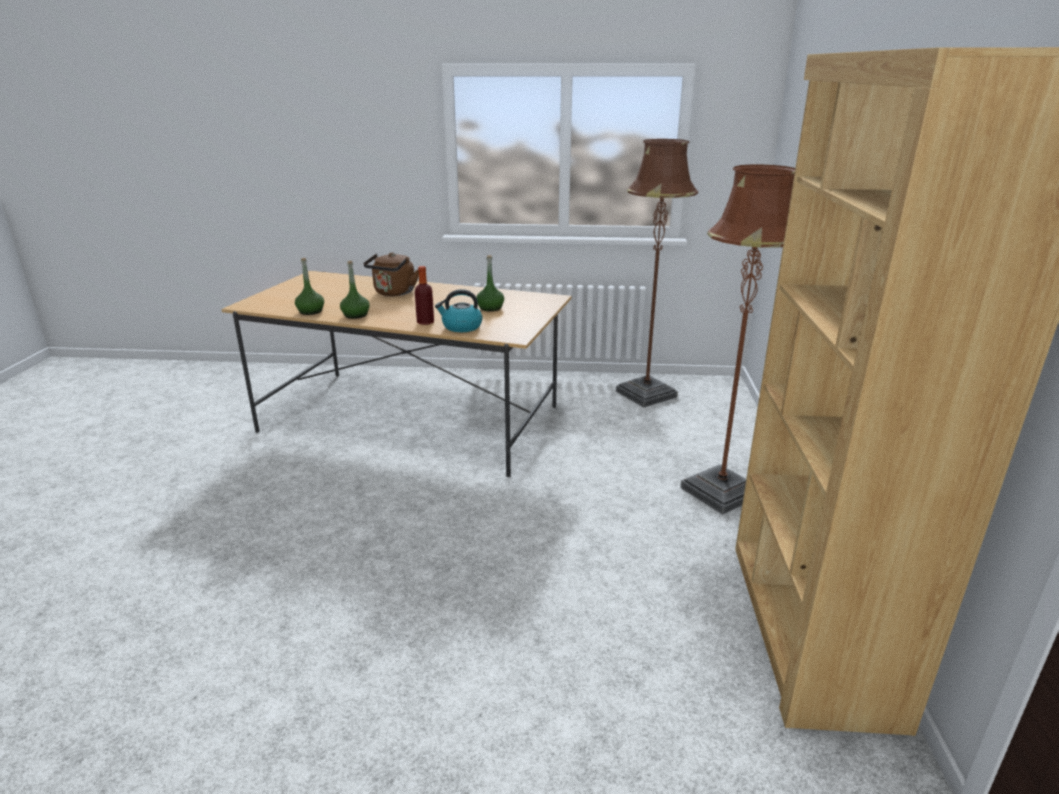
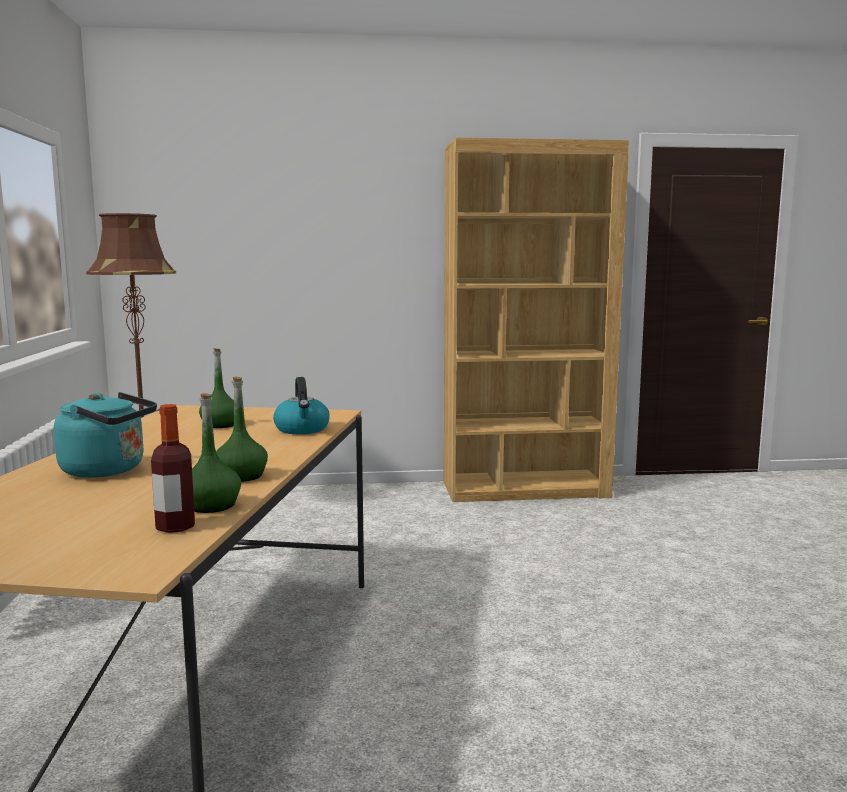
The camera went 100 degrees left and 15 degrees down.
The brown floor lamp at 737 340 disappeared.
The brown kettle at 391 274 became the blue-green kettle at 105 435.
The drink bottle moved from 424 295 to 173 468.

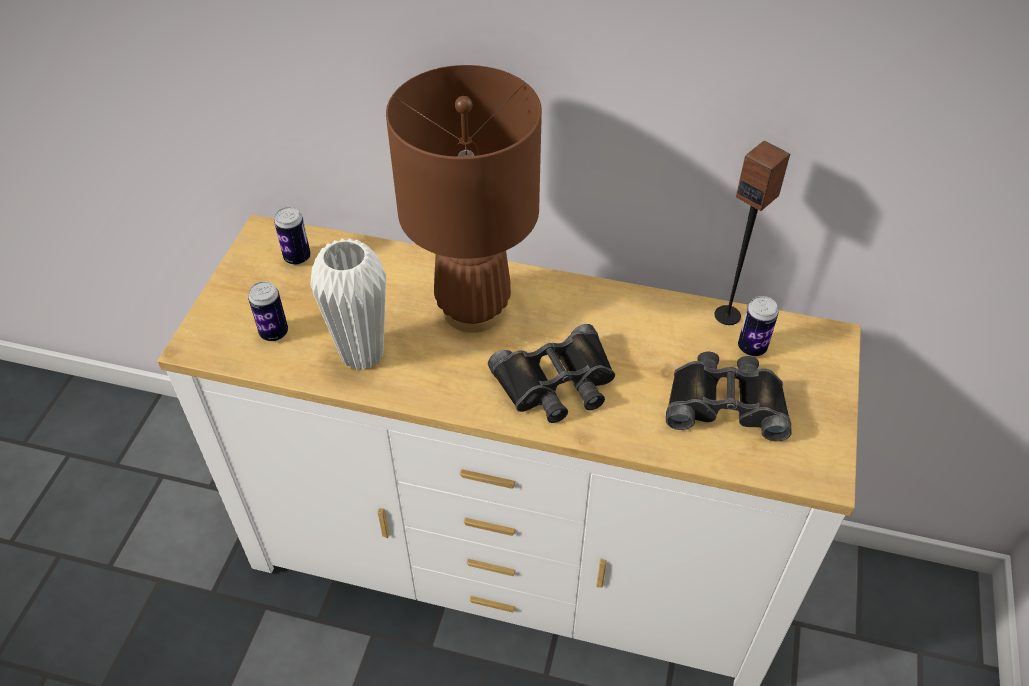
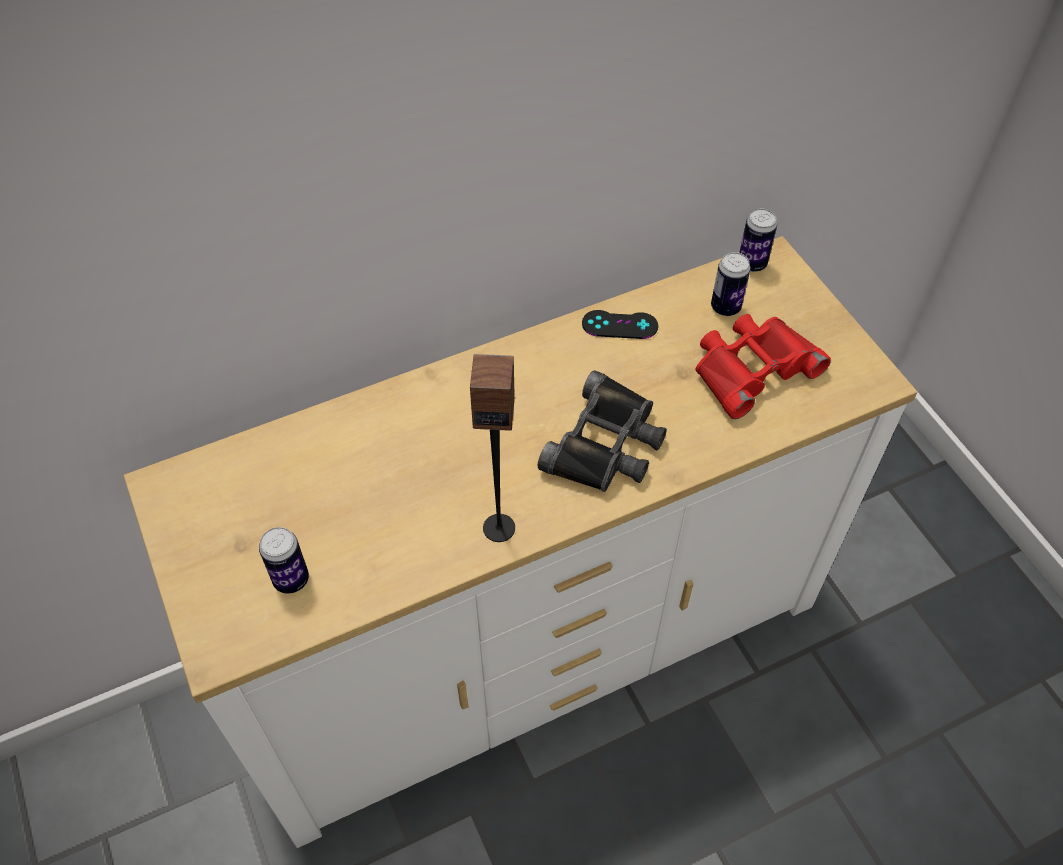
The camera went 40 degrees left and 5 degrees up.
The brown table lamp at 464 199 disappeared.
The speaker moved from 752 233 to 492 448.
The can moved from 292 236 to 758 240.
The white-coloured flower vase at 348 304 disappeared.
The black field glasses at 729 396 became the red-coloured field glasses at 763 366.
The black gamepad at 620 324 appeared.

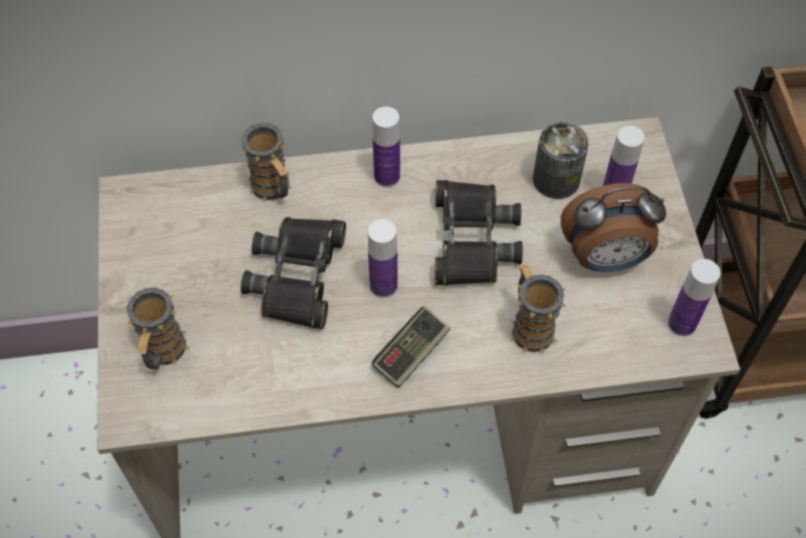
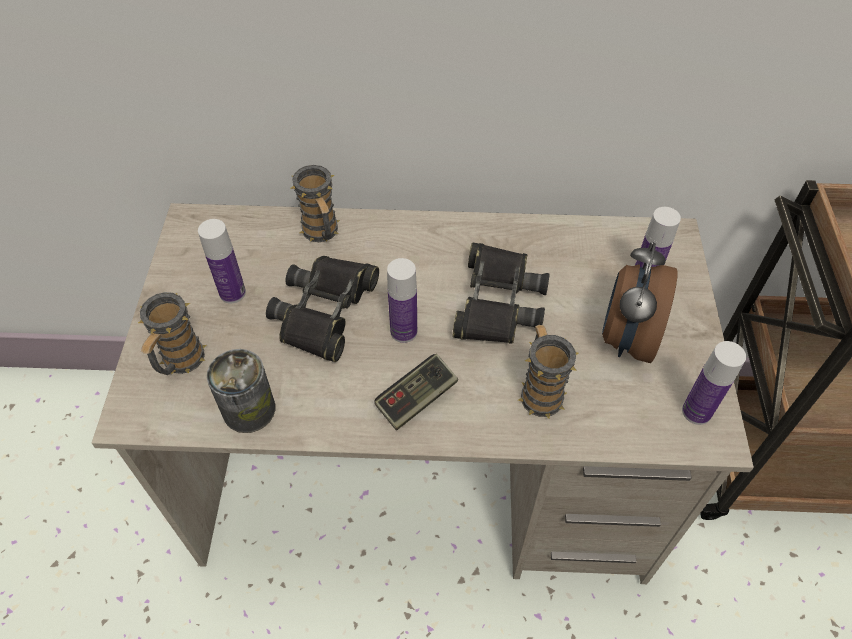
The camera went 10 degrees right and 5 degrees down.
The drink bottle moved from 386 147 to 222 261.
The can moved from 561 160 to 241 391.
The alarm clock at 613 227 turned 105 degrees clockwise.

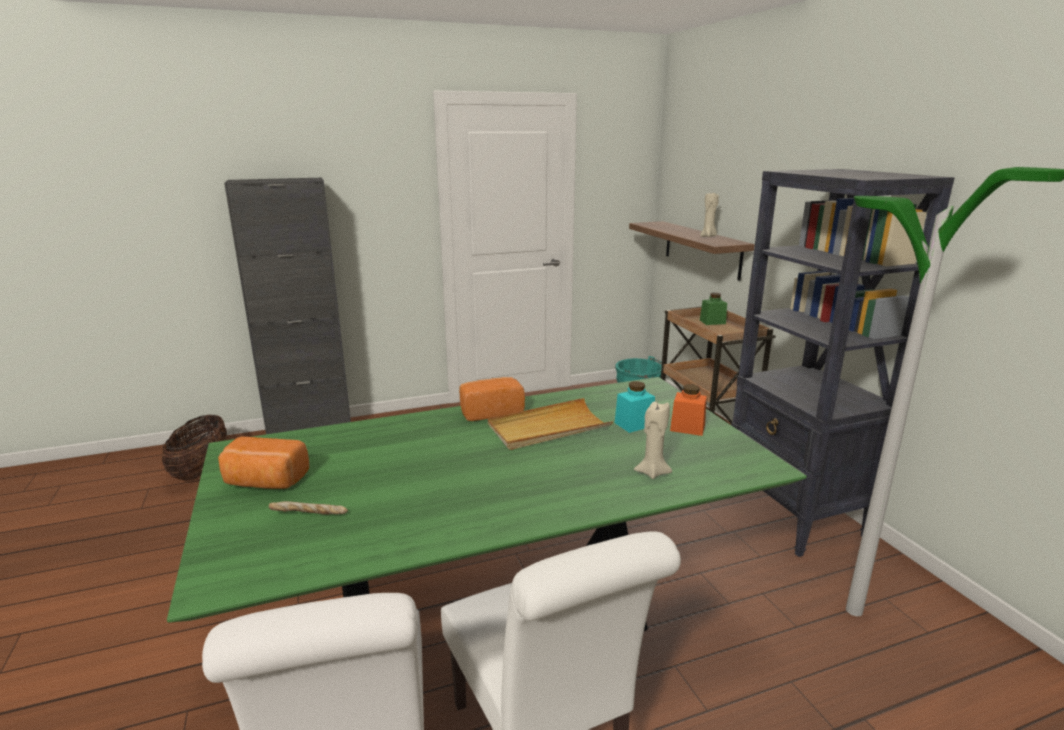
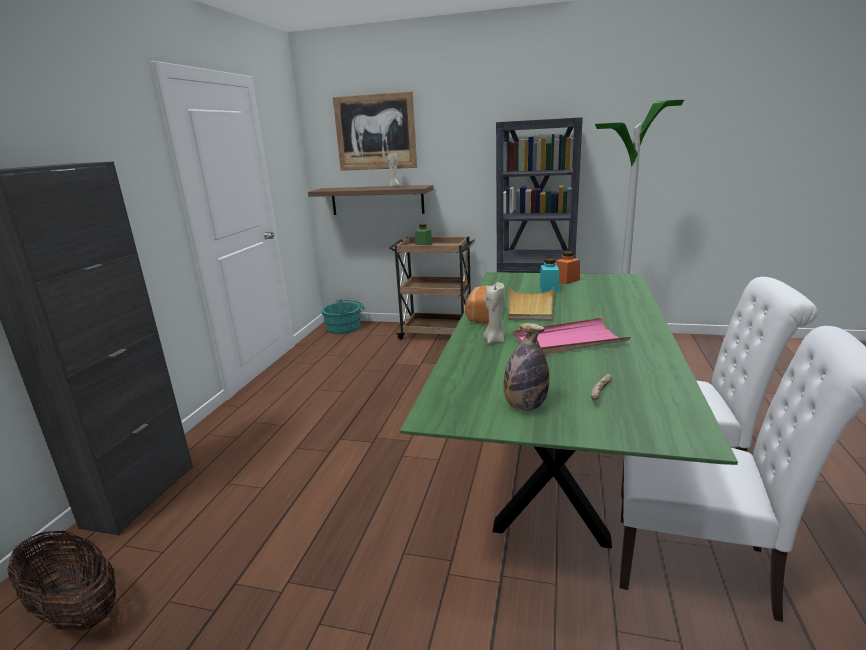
The camera went 55 degrees left and 0 degrees up.
The beige wax candle moved from 653 440 to 494 313.
The bread at 263 462 was replaced by the drink bottle at 526 367.
The wall art at 375 131 appeared.
The pink serving tray at 571 336 appeared.

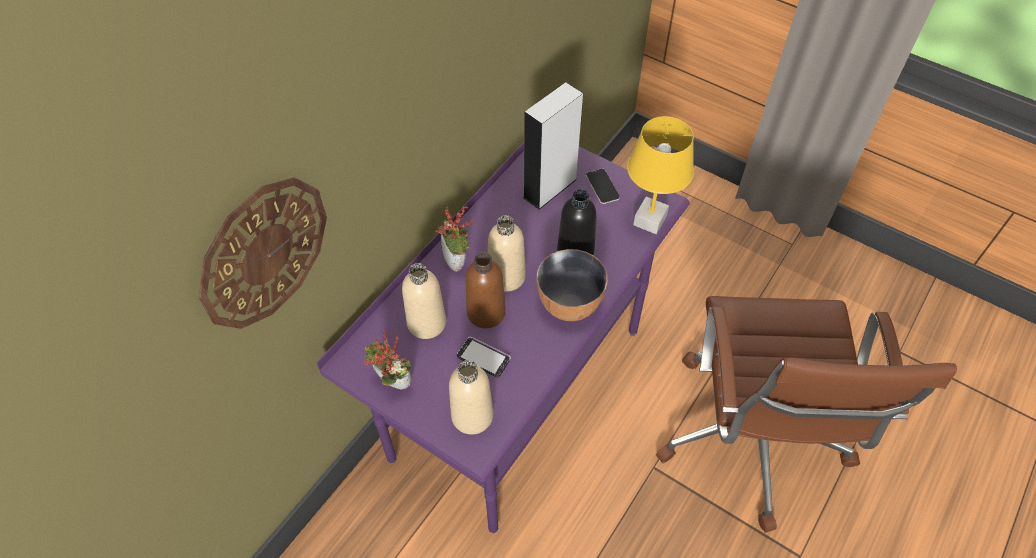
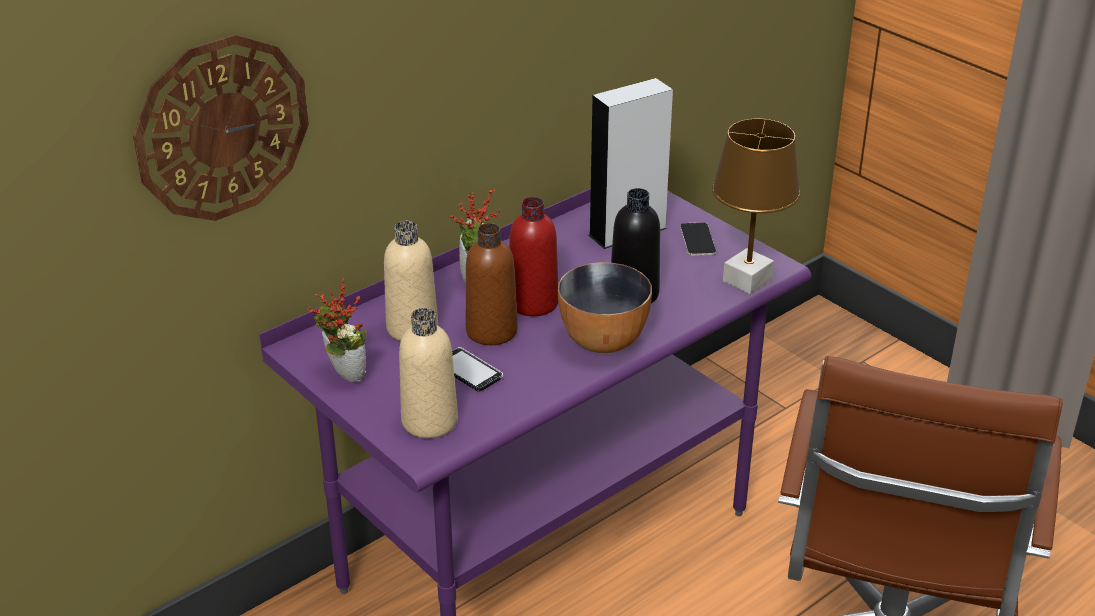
The camera went 15 degrees right and 20 degrees down.
The yellow-coloured table lamp at 660 175 became the brown table lamp at 756 206.
The beige drink bottle at 507 253 became the red-coloured drink bottle at 533 256.

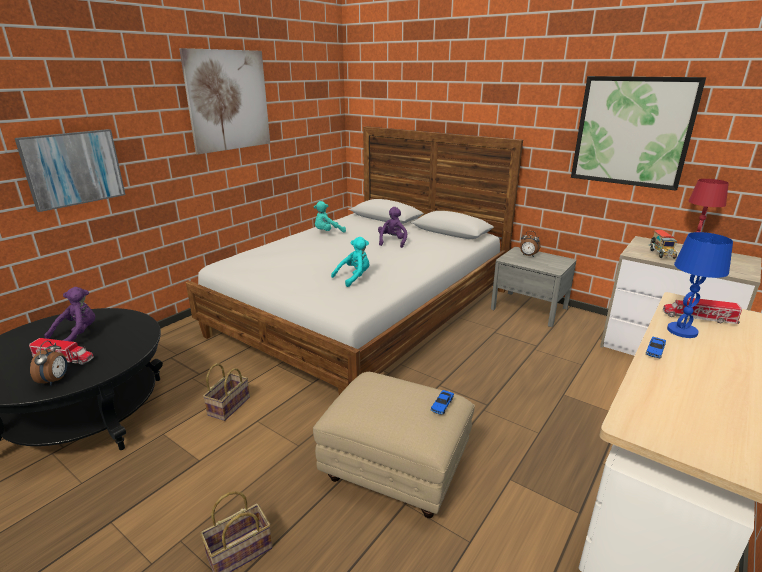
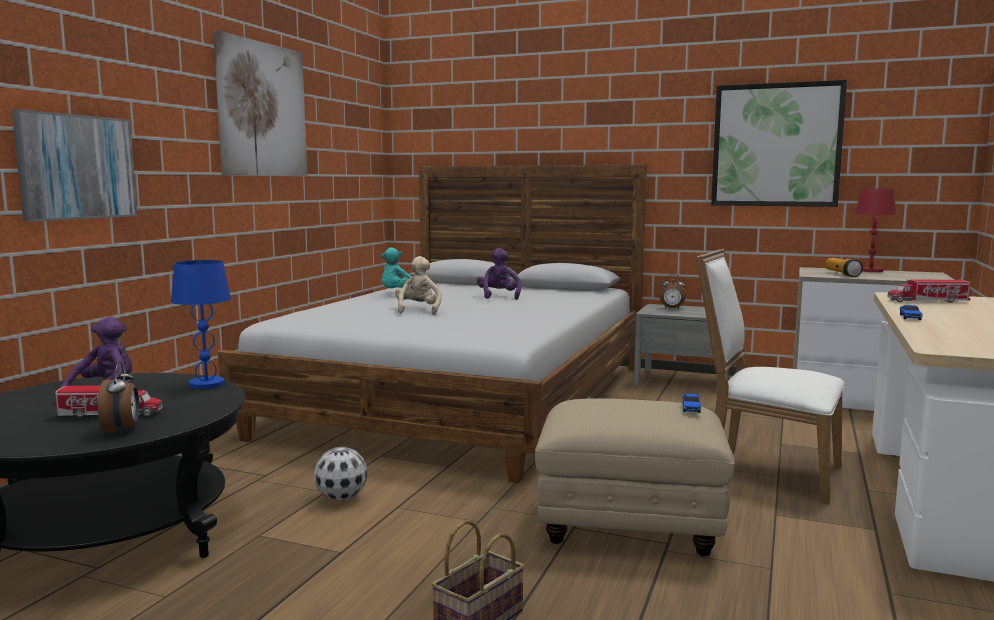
The camera went 15 degrees left and 15 degrees down.
The toy truck at 663 244 was replaced by the flashlight at 844 267.
The bluish table lamp moved from 700 285 to 201 324.
The blue-green plush toy at 350 262 disappeared.
The household basket at 226 392 was replaced by the football ball at 340 474.
The white-coloured plain chair at 770 376 appeared.
The beige plush toy at 418 285 appeared.

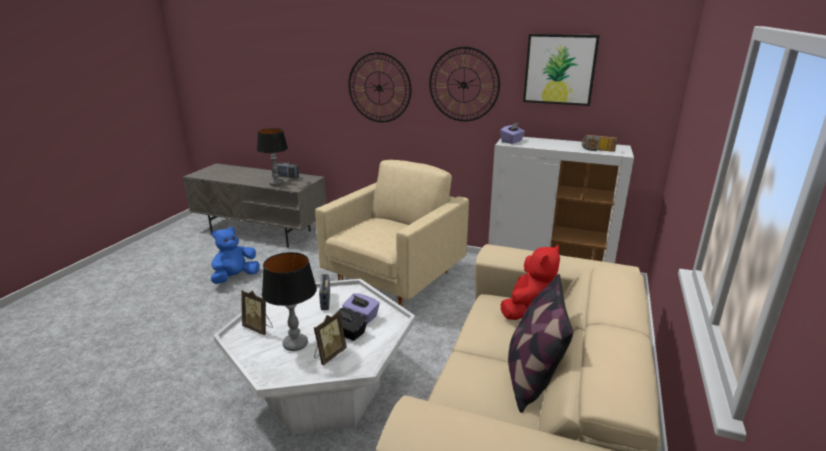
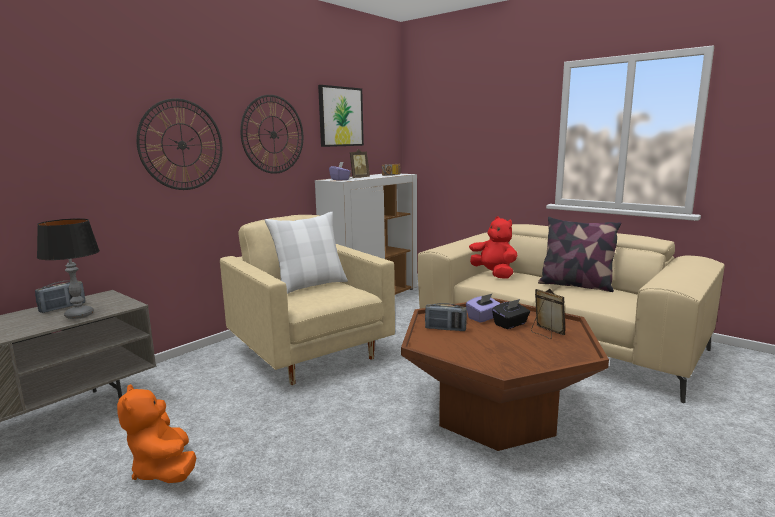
The camera went 70 degrees left and 10 degrees down.
The bluish plush toy at 235 255 became the orange plush toy at 156 433.
The table lamp at 289 301 disappeared.
The white-coloured lounge table at 314 357 became the brown lounge table at 505 374.
The photo frame moved from 257 312 to 360 163.
The white-coloured pillow at 306 253 appeared.

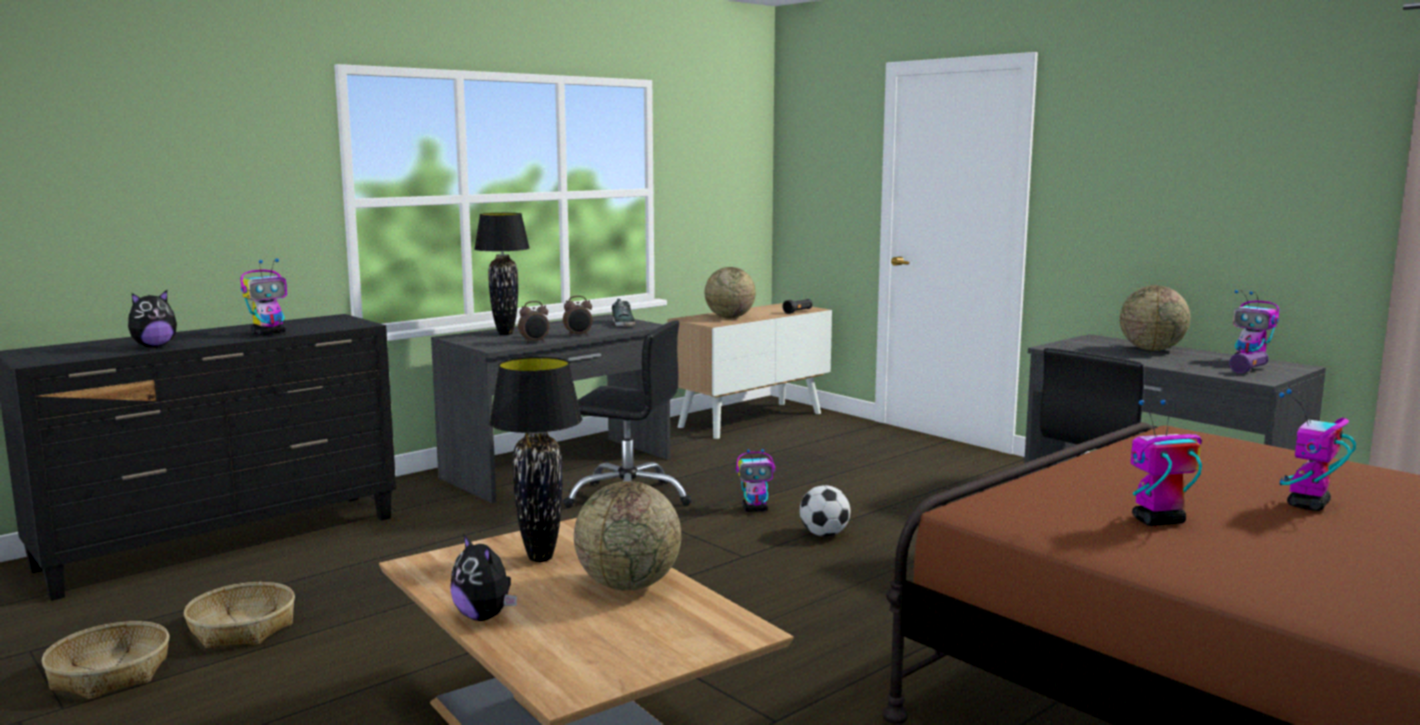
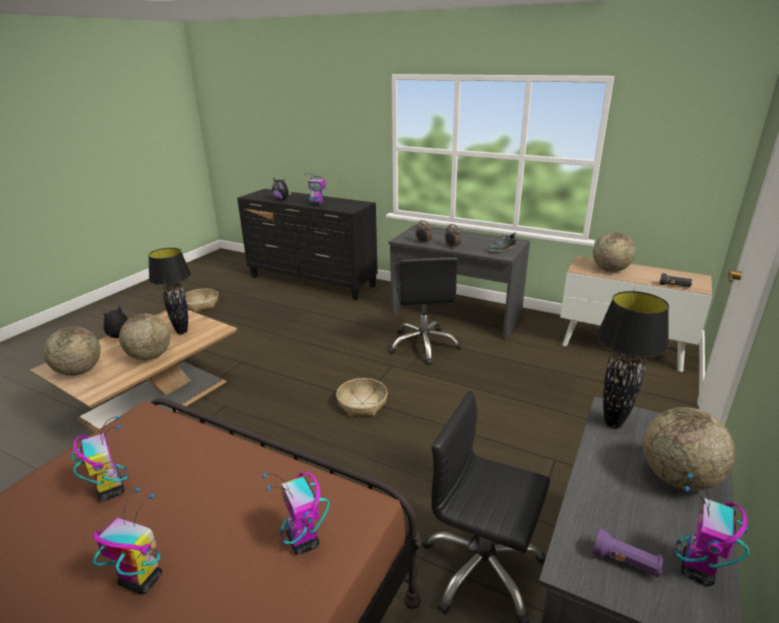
The camera went 70 degrees right and 15 degrees up.
The black table lamp moved from 502 274 to 633 359.
The model robot moved from 755 480 to 295 513.
The football ball at 825 511 disappeared.
The household basket moved from 239 615 to 362 397.
The globe at 72 351 appeared.

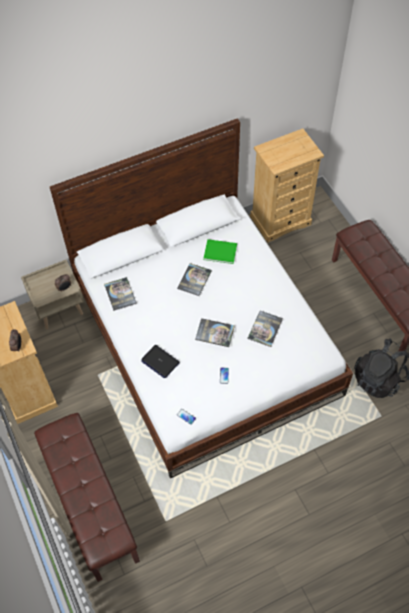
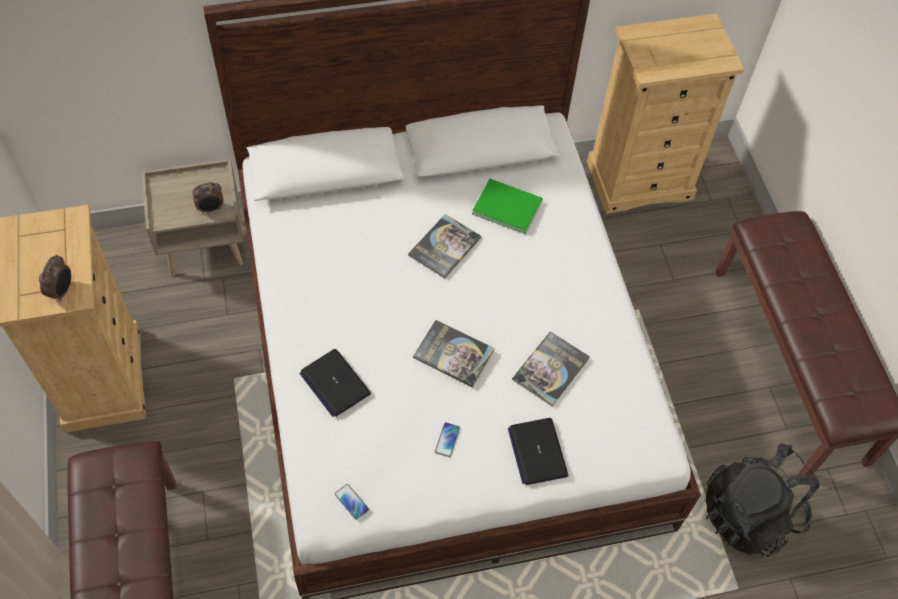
The camera went 10 degrees right and 0 degrees up.
The book at 120 294 disappeared.
The notebook computer at 538 451 appeared.

